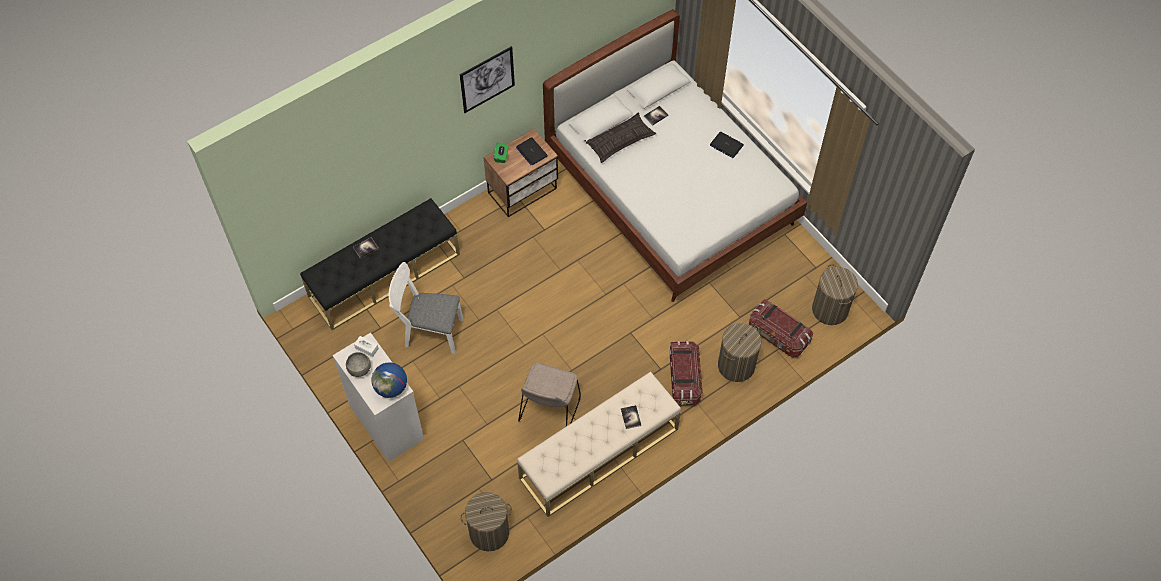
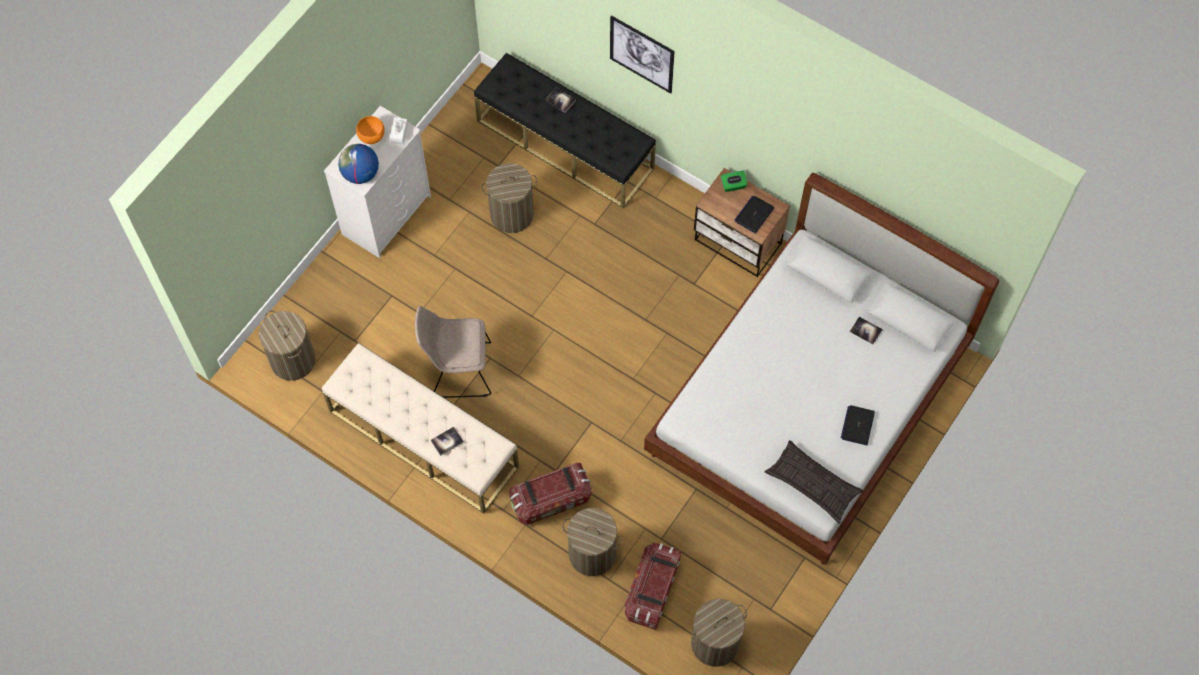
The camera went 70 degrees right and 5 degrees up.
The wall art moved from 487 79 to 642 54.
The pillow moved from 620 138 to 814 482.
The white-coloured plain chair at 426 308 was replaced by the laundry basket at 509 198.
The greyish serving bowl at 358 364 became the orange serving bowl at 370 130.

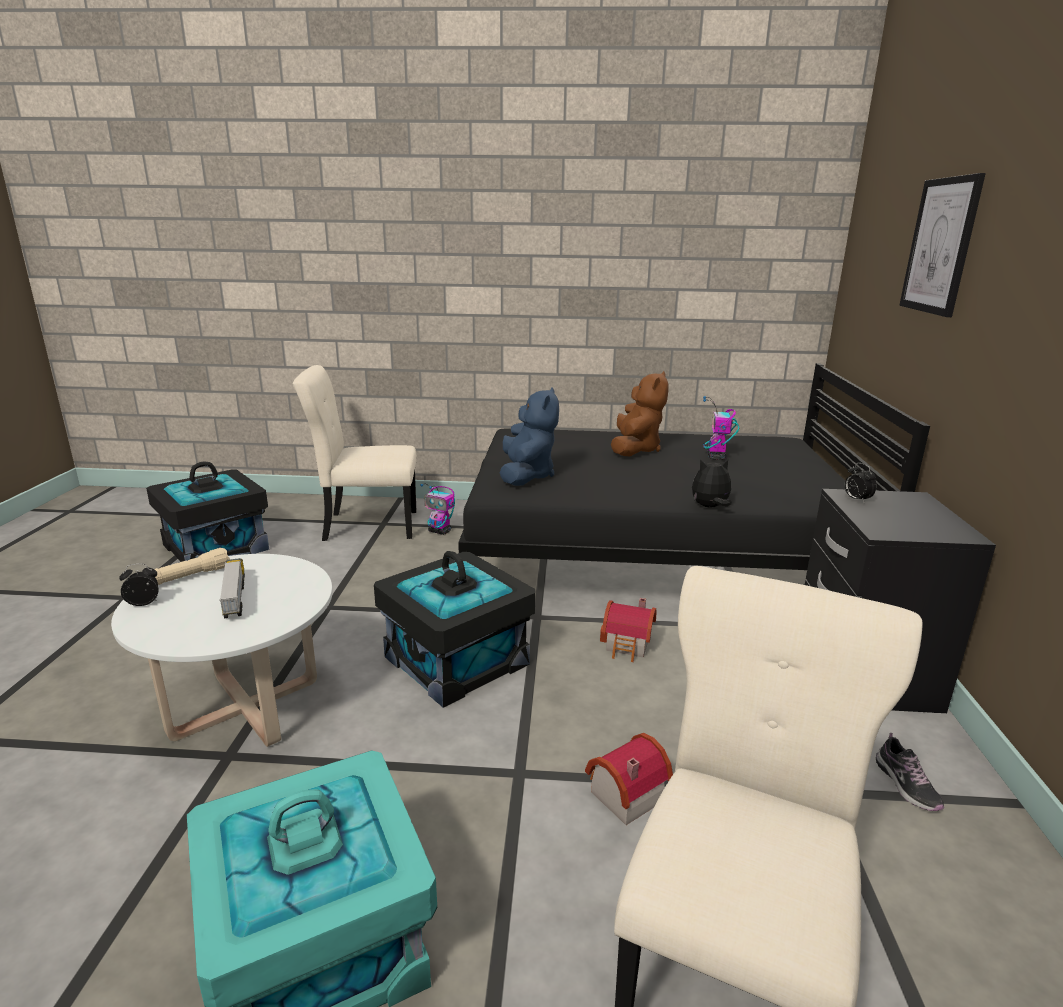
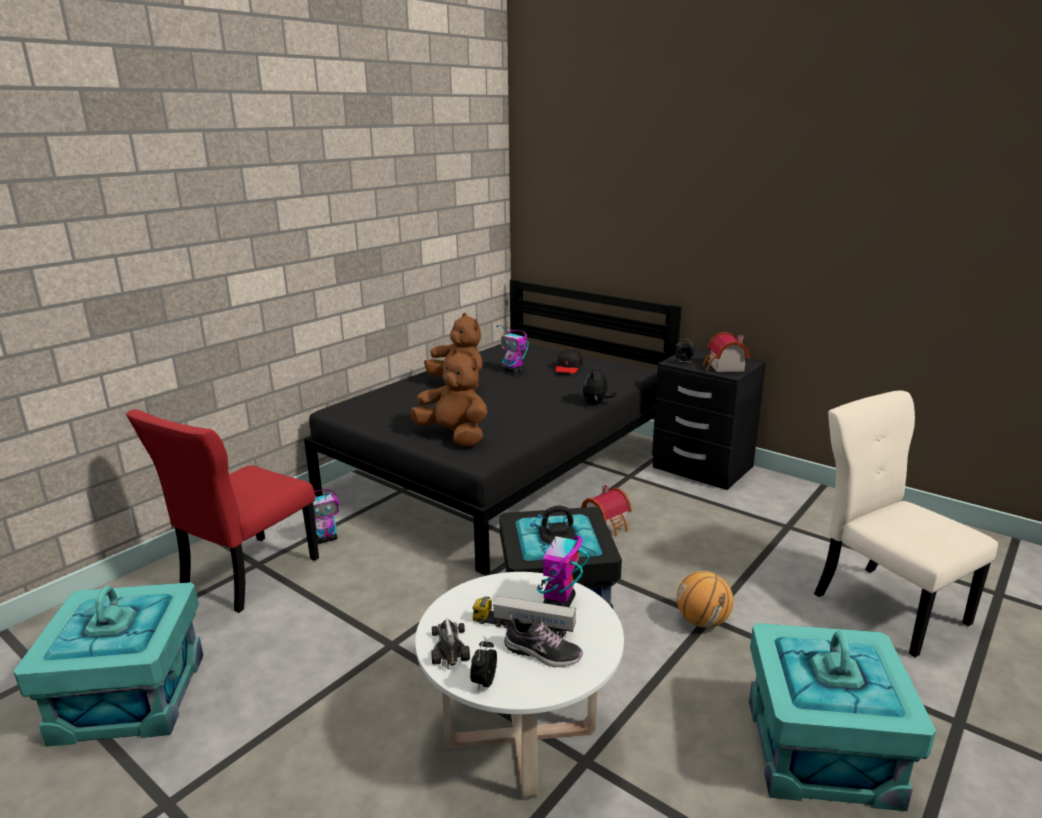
The camera went 55 degrees left and 0 degrees up.
The wall art at 942 245 disappeared.
The beige plain chair at 355 453 became the red-coloured plain chair at 222 511.
The bluish plush toy at 529 436 became the brown plush toy at 448 398.
The black storage box at 207 511 became the blue-green storage box at 108 664.
The beige flashlight at 192 566 was replaced by the miniature car at 450 644.
The toy house moved from 629 779 to 726 352.
The item of footwear moved from 910 772 to 543 640.
The black cap at 569 361 appeared.
The model robot at 559 560 appeared.
The basketball ball at 705 599 appeared.

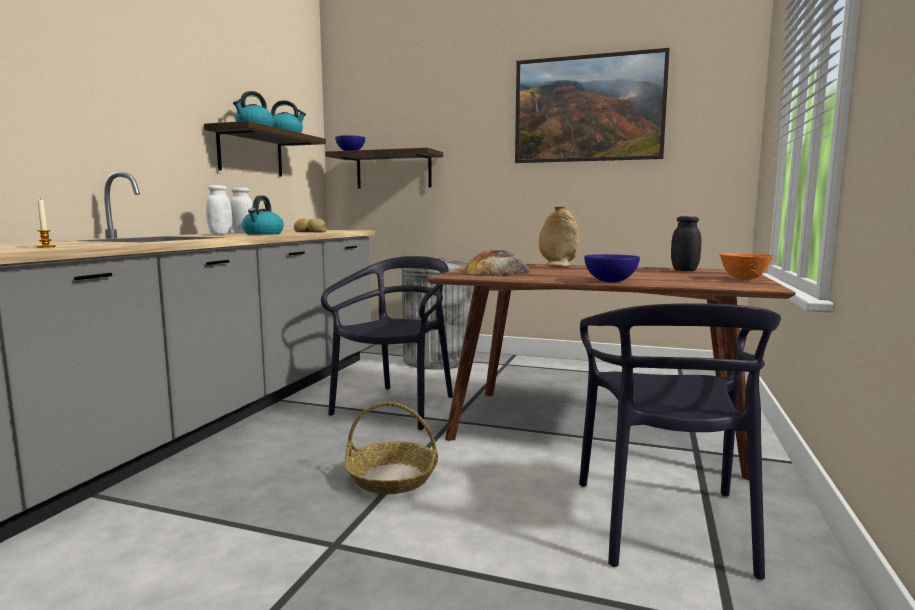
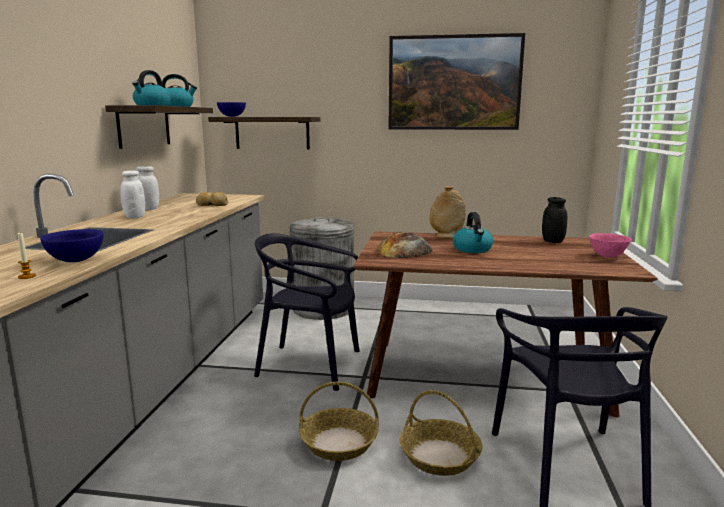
The camera went 10 degrees left and 5 degrees up.
The kettle moved from 263 215 to 473 232.
The orange serving bowl at 746 266 became the pink serving bowl at 610 245.
The bluish serving bowl moved from 612 268 to 71 245.
The black plain chair at 387 343 turned 90 degrees counterclockwise.
The household basket at 440 433 appeared.

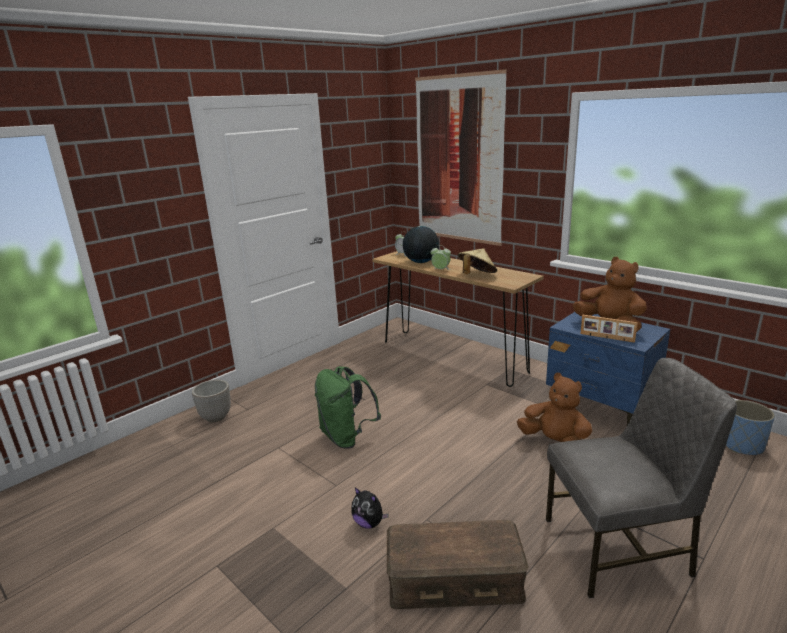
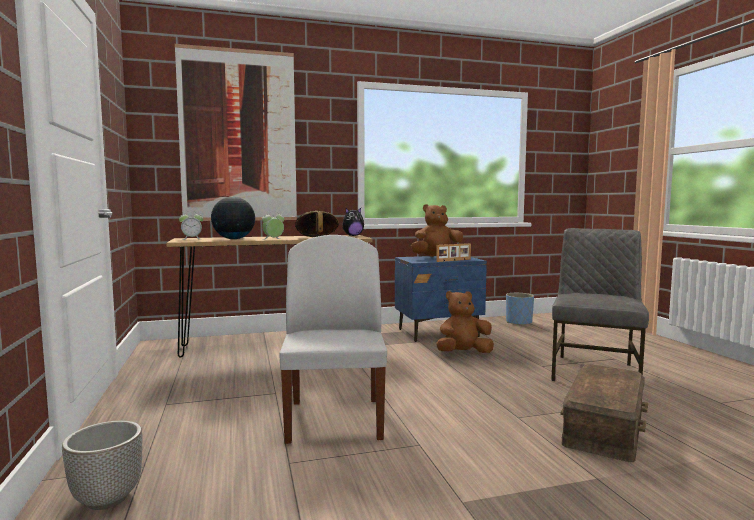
The camera went 60 degrees left and 15 degrees down.
The green rucksack at 348 407 was replaced by the white-coloured plain chair at 333 339.
The plush toy moved from 370 508 to 353 222.

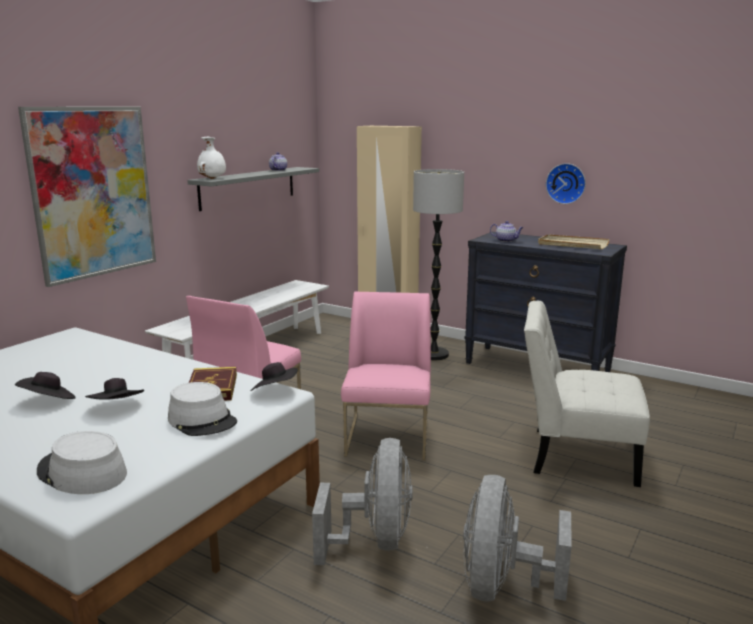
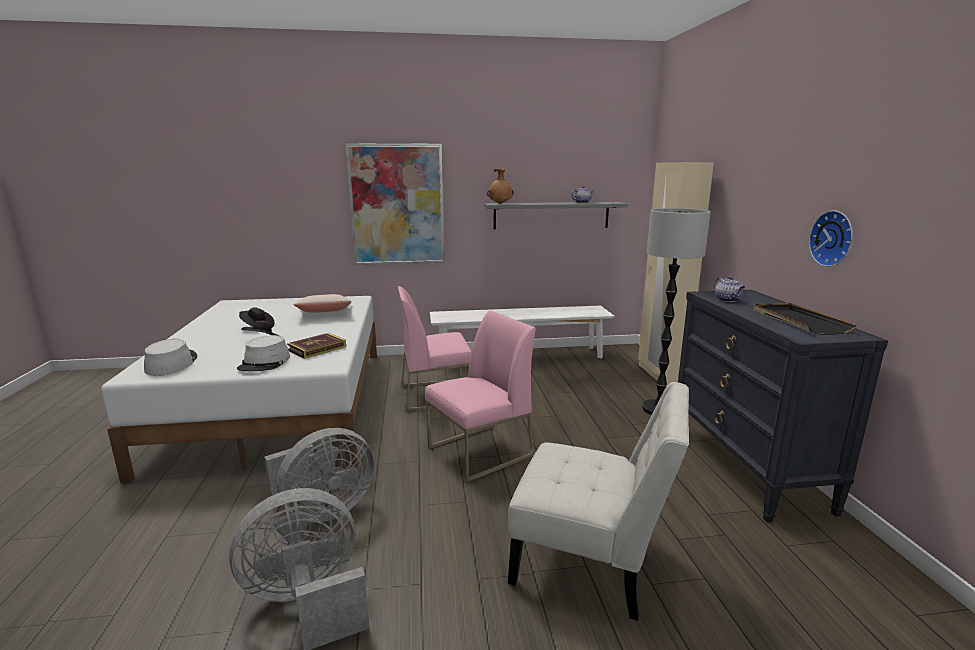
The camera went 50 degrees right and 0 degrees up.
The white-coloured flower vase at 211 158 became the brown flower vase at 500 186.
The beige serving tray at 574 241 became the black serving tray at 805 319.
The white-coloured plain chair at 587 394 turned 135 degrees clockwise.
The black wearable hat at 274 376 disappeared.
The beige pillow at 323 303 appeared.

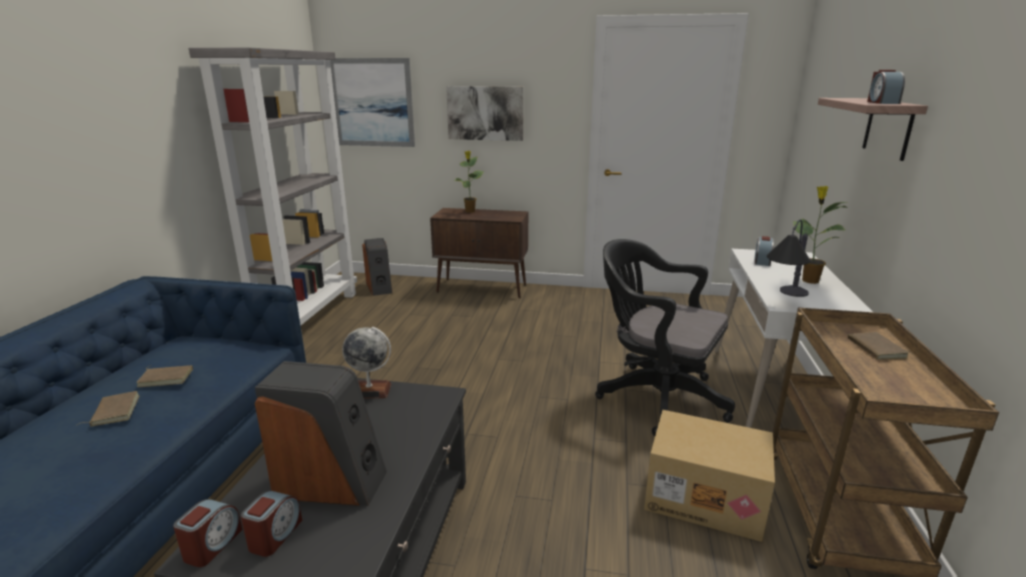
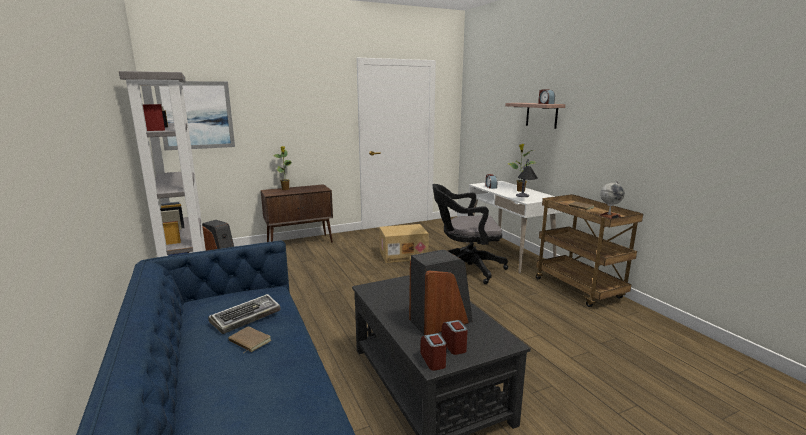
The camera went 35 degrees left and 5 degrees down.
The wall art at 485 113 disappeared.
The globe moved from 366 362 to 612 200.
The brown book at 164 376 was replaced by the keyboard at 244 314.
The cardboard box moved from 709 476 to 404 243.

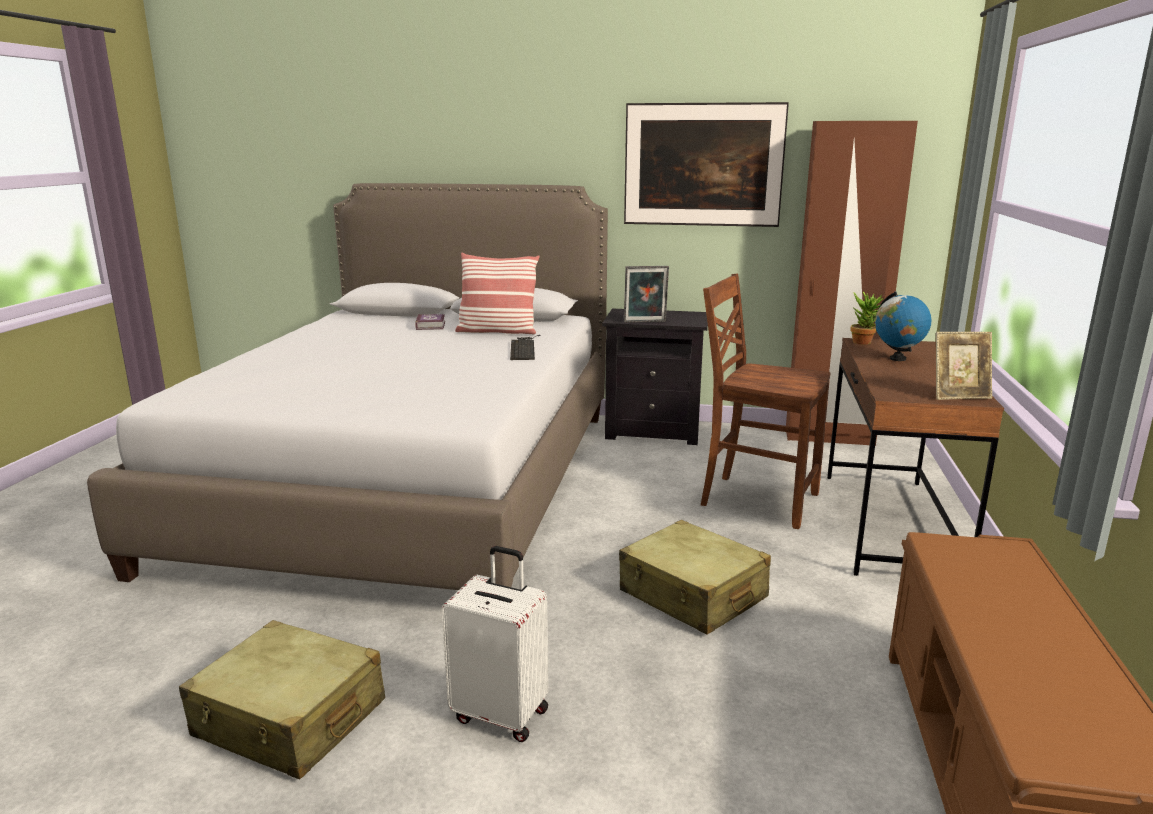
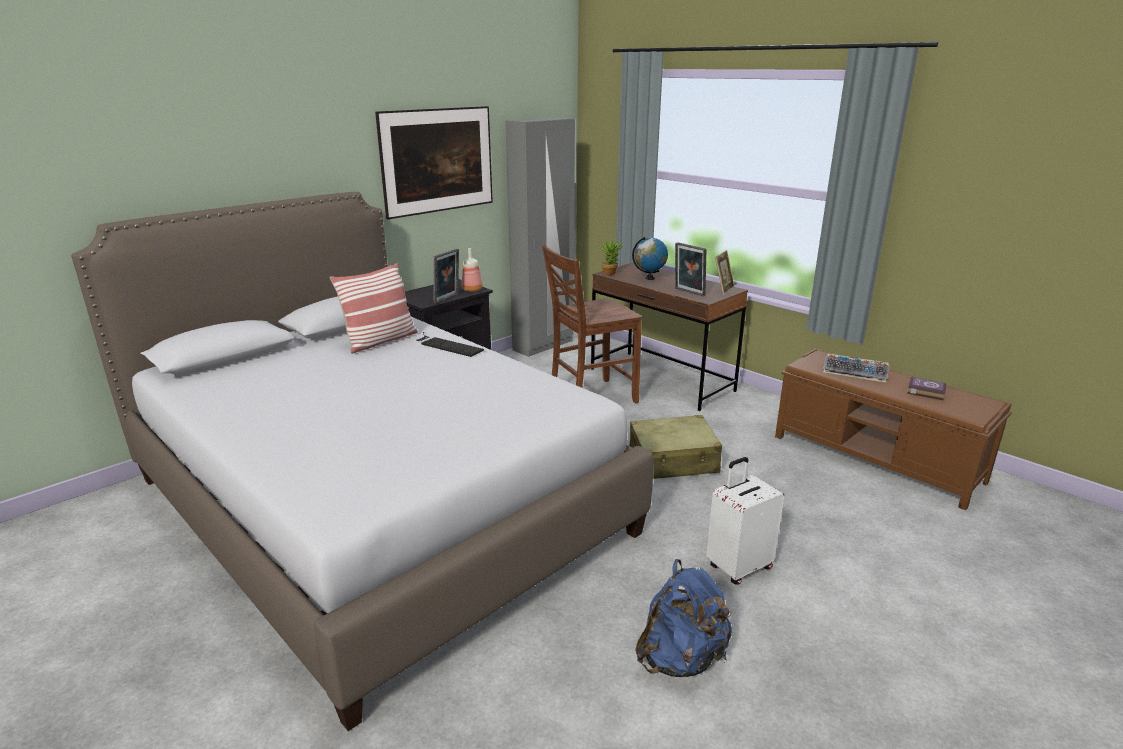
The camera went 55 degrees left and 5 degrees up.
The brown armoire at 852 283 became the greyish armoire at 540 237.
The book moved from 430 322 to 927 389.
The beige suitcase at 282 700 was replaced by the bluish rucksack at 684 618.
The photo frame at 690 269 appeared.
The drink bottle at 472 270 appeared.
The keyboard at 856 367 appeared.

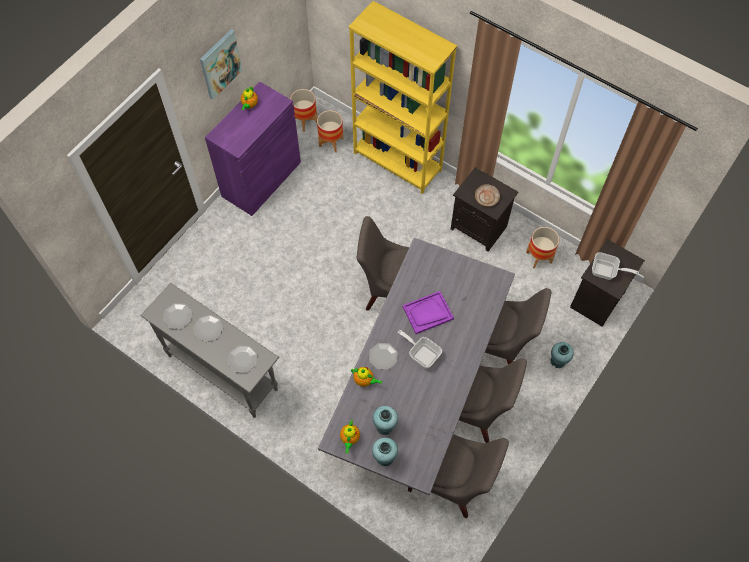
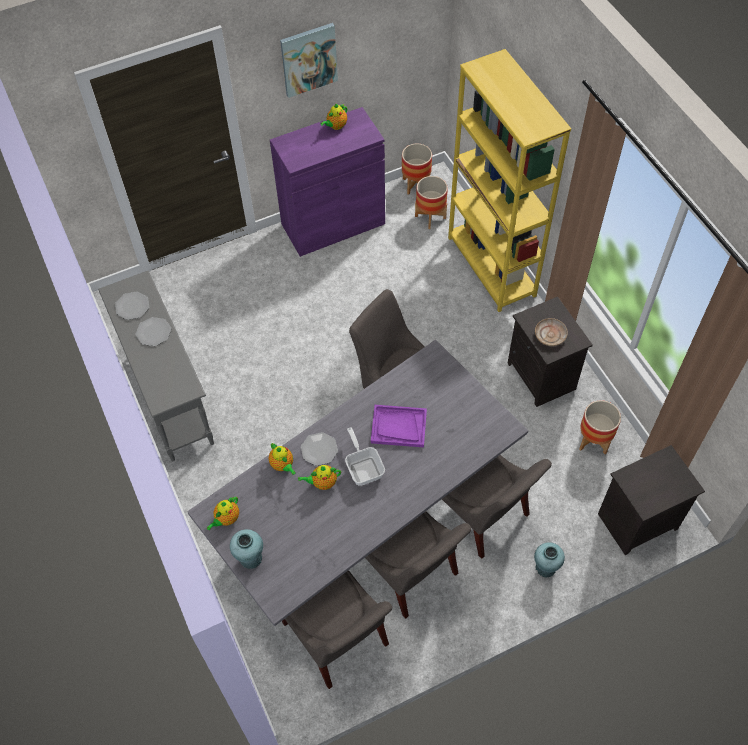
The camera went 30 degrees right and 5 degrees down.
The skillet at 615 266 disappeared.
The dinner plate at 242 359 disappeared.
The blue-green flower vase at 385 420 disappeared.
The tea pot at 319 477 appeared.

